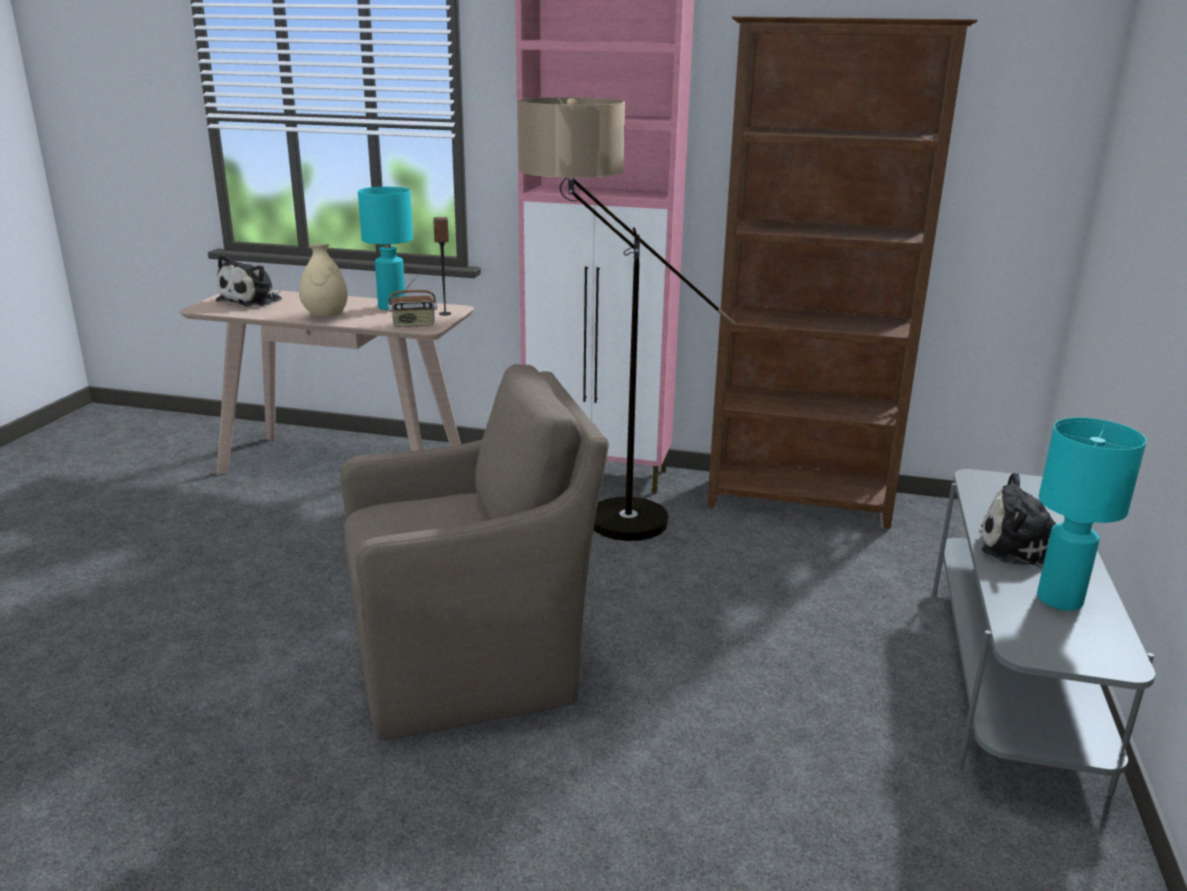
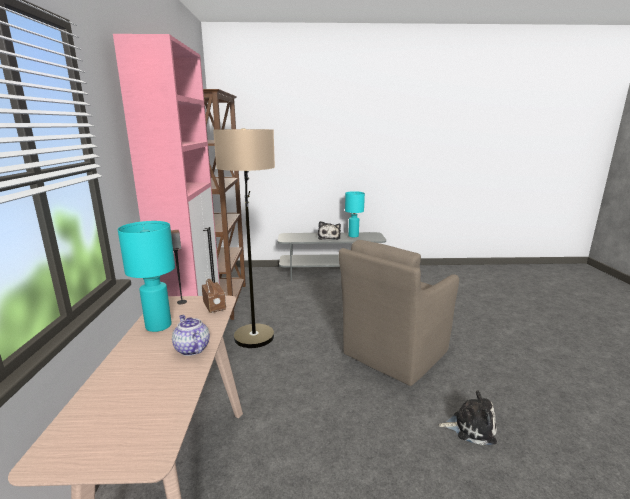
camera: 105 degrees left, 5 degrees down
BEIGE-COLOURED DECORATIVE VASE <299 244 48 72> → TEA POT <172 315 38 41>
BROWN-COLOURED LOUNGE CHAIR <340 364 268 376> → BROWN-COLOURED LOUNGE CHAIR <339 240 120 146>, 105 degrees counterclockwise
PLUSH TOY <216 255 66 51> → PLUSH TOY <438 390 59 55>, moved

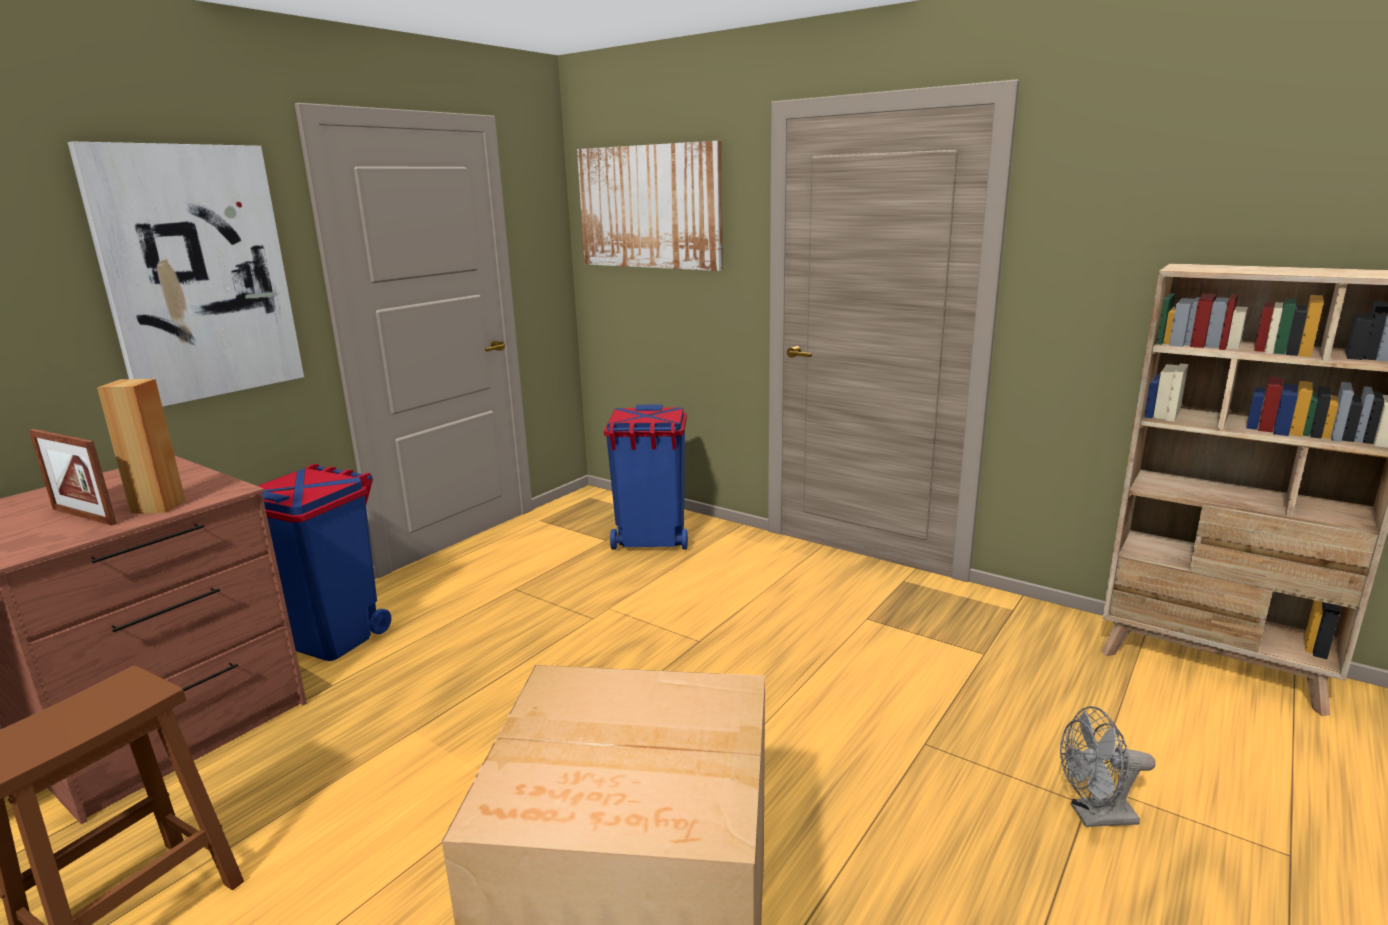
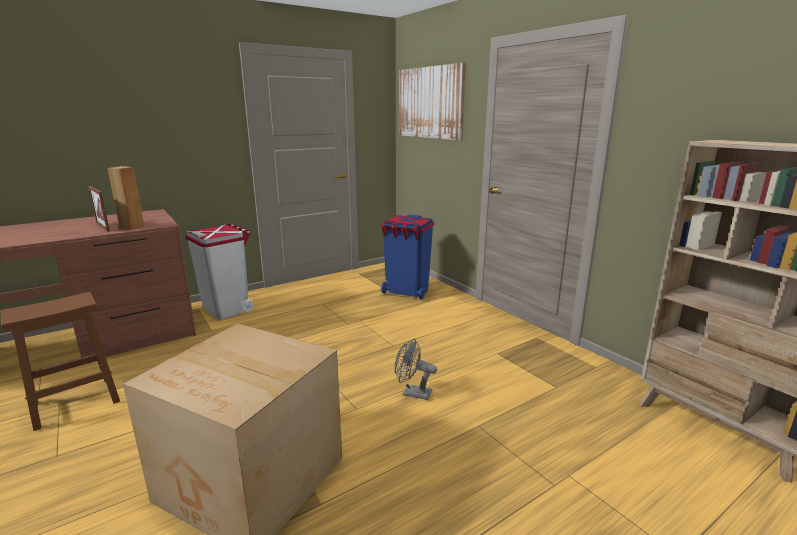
camera: 20 degrees right, 0 degrees up
BLUE-COLOURED RUBBISH BIN <258 464 133 197> → WHITE-COLOURED RUBBISH BIN <186 223 68 97>
GRAY COOLING FAN <1060 706 95 121> → GRAY COOLING FAN <395 339 42 61>, moved
WALL PICTURE <68 142 236 265> → -

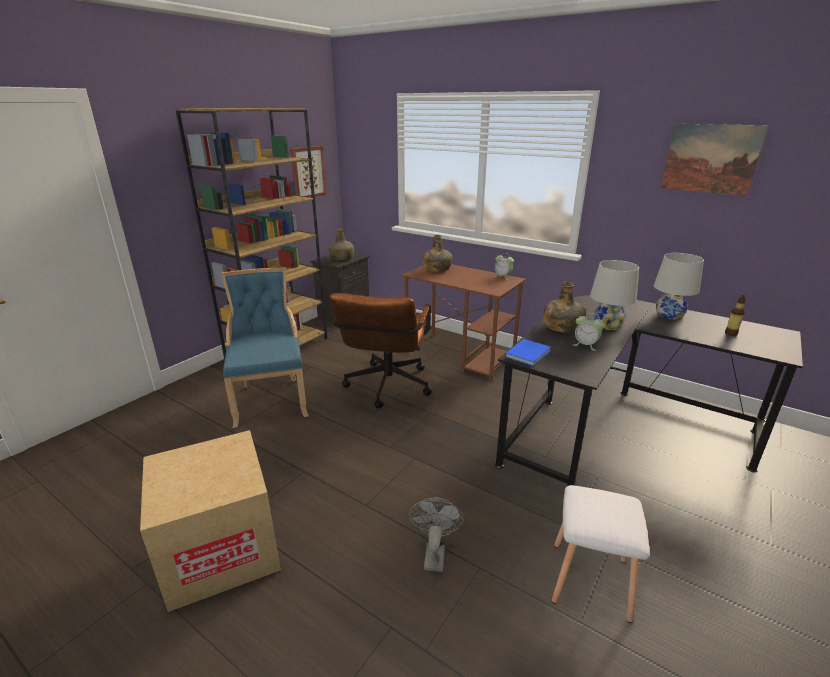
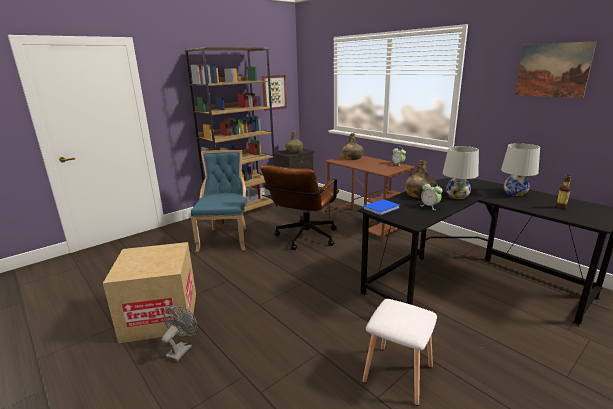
camera: 15 degrees right, 5 degrees down
GRAY COOLING FAN <409 497 55 75> → GRAY COOLING FAN <161 306 37 56>, moved

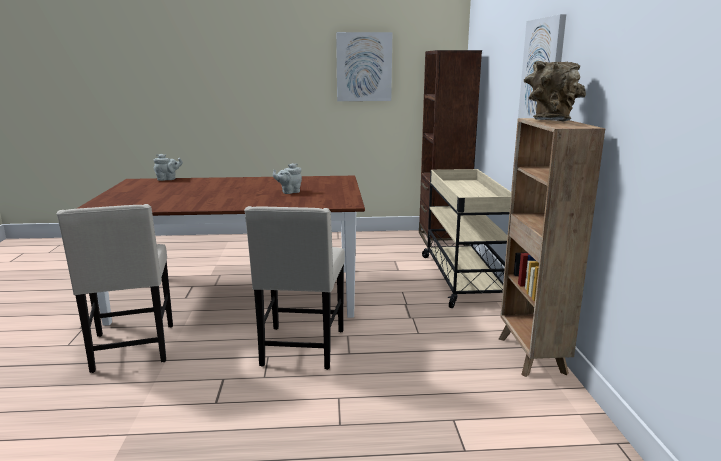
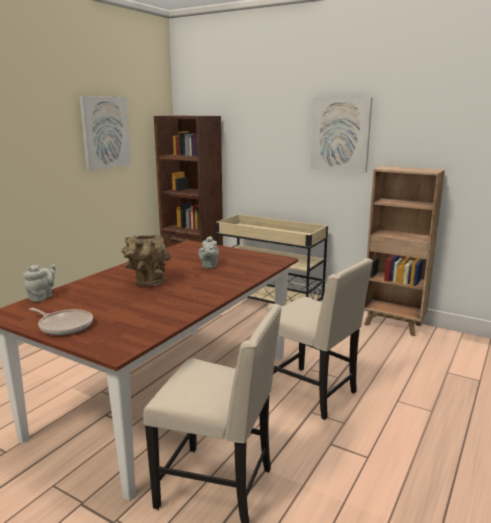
camera: 55 degrees left, 0 degrees up
- → FRYING PAN <29 308 64 27>
BROWN-COLOURED DECORATIVE VASE <524 61 62 61> → BROWN-COLOURED DECORATIVE VASE <121 235 50 51>, moved

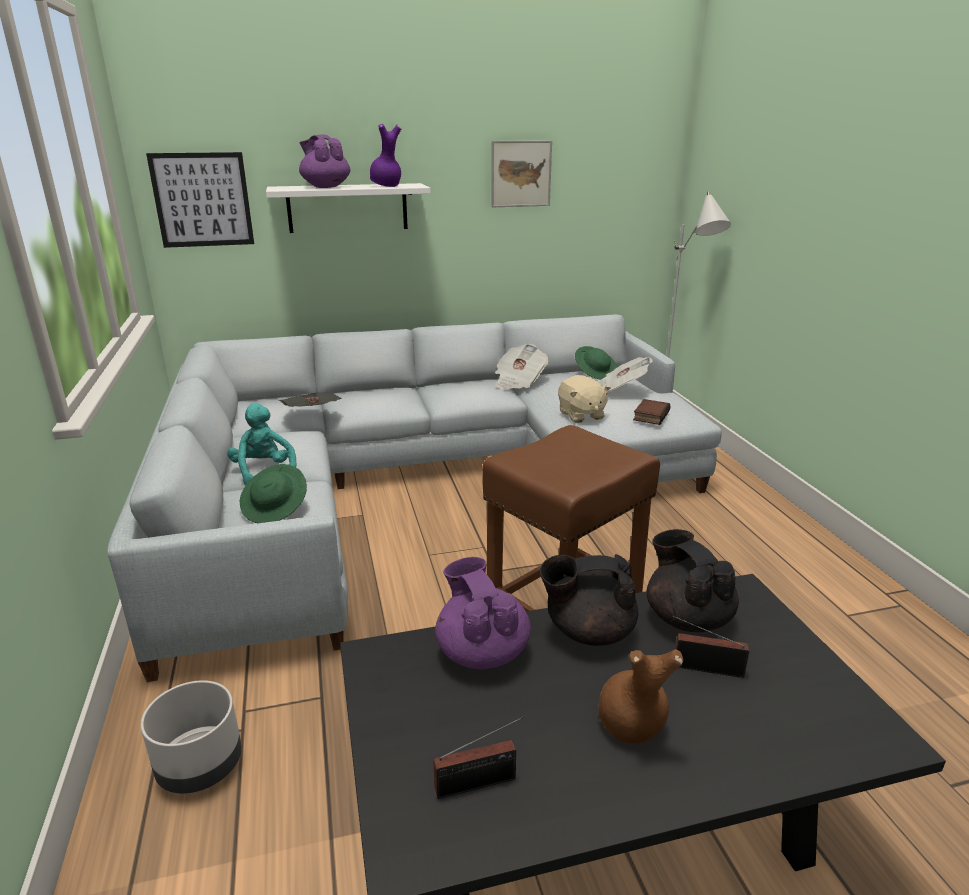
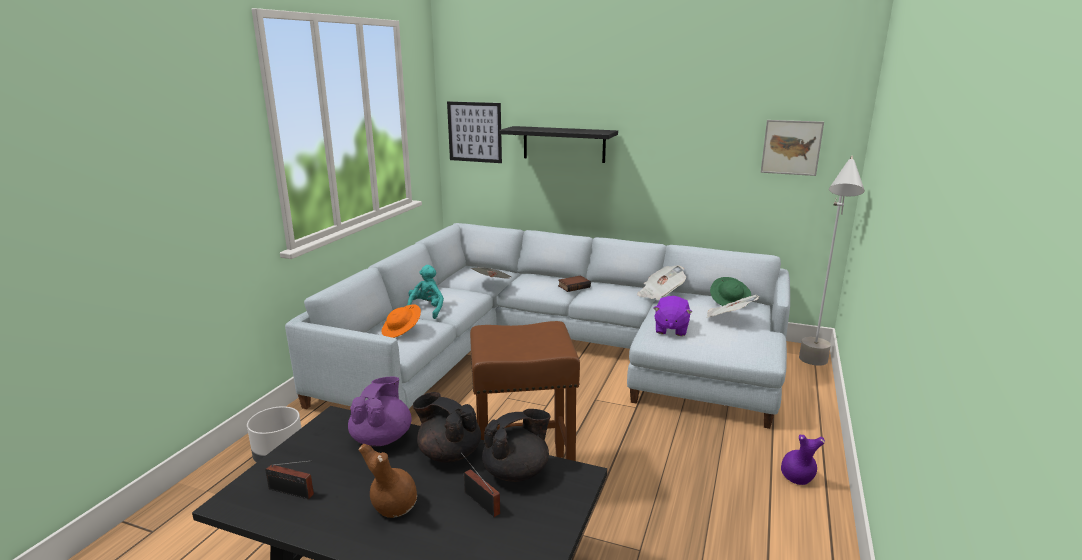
camera: 35 degrees right, 5 degrees down
GREEN CLOTHING HAT <240 464 67 59> → ORANGE-COLOURED CLOTHING HAT <382 305 39 33>
BLACKISH TEA POT <646 529 93 103> → BLACKISH TEA POT <482 409 69 73>, 45 degrees clockwise
WHITE-COLOURED SHELF <266 183 165 50> → BLACKISH SHELF <499 126 119 37>
BOUND BOOK <633 399 38 26> → BOUND BOOK <558 275 33 17>, moved
BEIGE-COLOURED PLUSH TOY <558 375 53 48> → PURPLISH PLUSH TOY <653 296 39 40>
WALL PICTURE <491 140 61 67> → WALL PICTURE <761 120 63 56>, moved
PURPLISH DECORATIVE VASE <370 124 31 63> → PURPLISH DECORATIVE VASE <781 435 44 50>, moved
PURPLISH TEA POT <299 135 51 53> → -

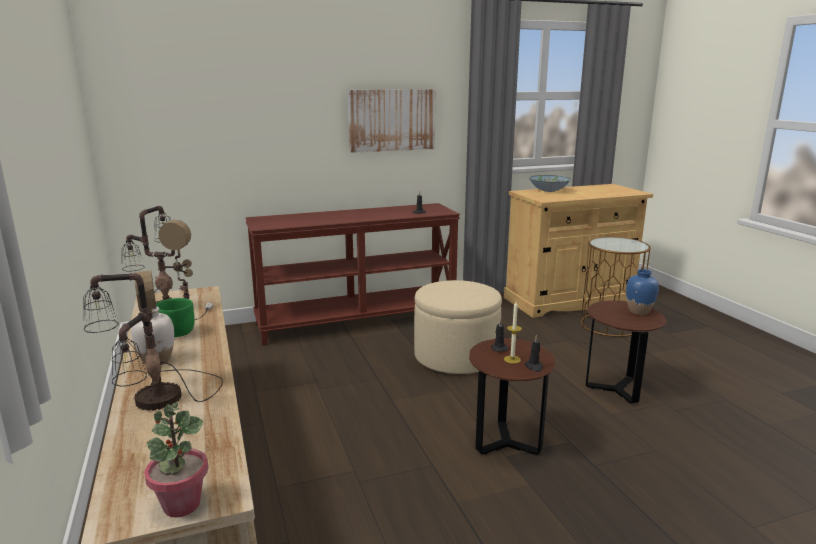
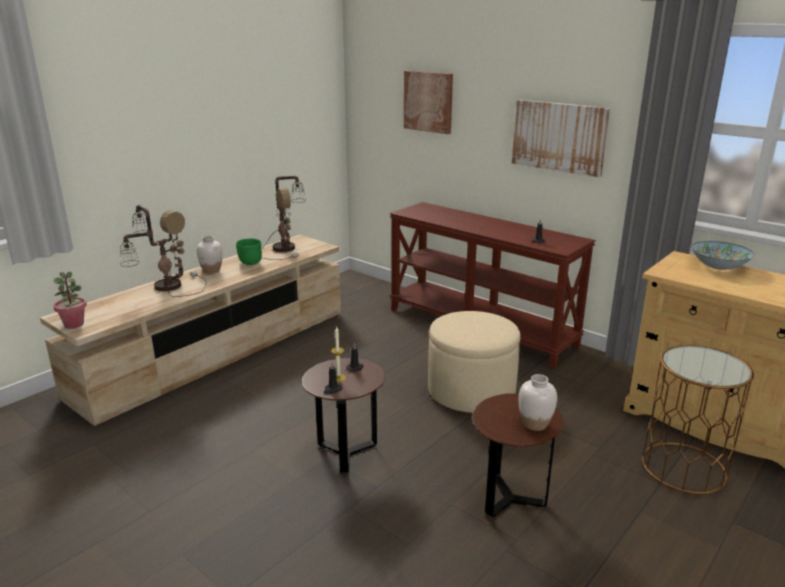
camera: 60 degrees right, 5 degrees up
- → WALL PICTURE <404 71 49 63>
BLUE-COLOURED DECORATIVE VASE <626 269 33 46> → WHITE-COLOURED DECORATIVE VASE <519 374 38 57>

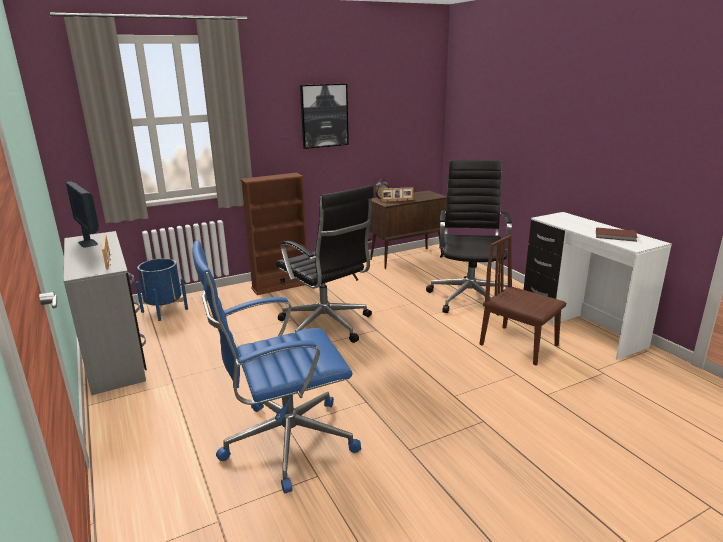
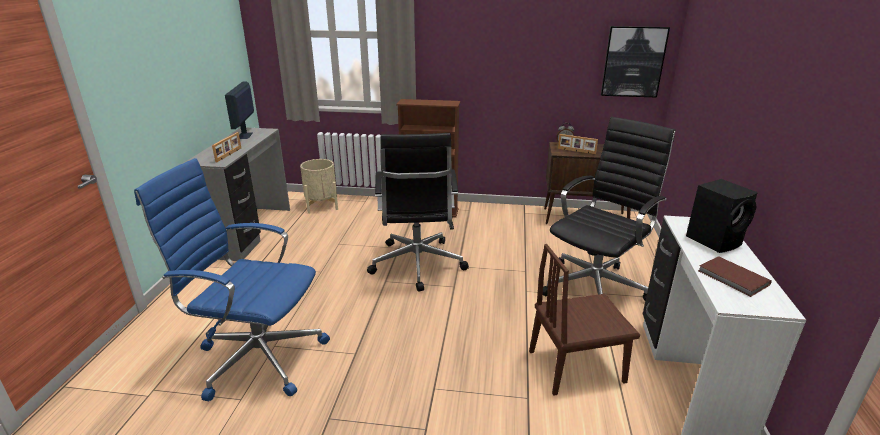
camera: 35 degrees right, 5 degrees up
BLUE-COLOURED FLOWER POT <135 259 53 62> → BEIGE-COLOURED FLOWER POT <300 159 38 55>
BROWN-COLOURED CHAIR <480 235 86 131> → BROWN-COLOURED CHAIR <529 244 111 152>, 90 degrees counterclockwise
WALL PICTURE <300 84 49 65> → WALL PICTURE <601 26 69 72>, moved
- → BLACKISH AUDIO SPEAKER <686 179 72 74>

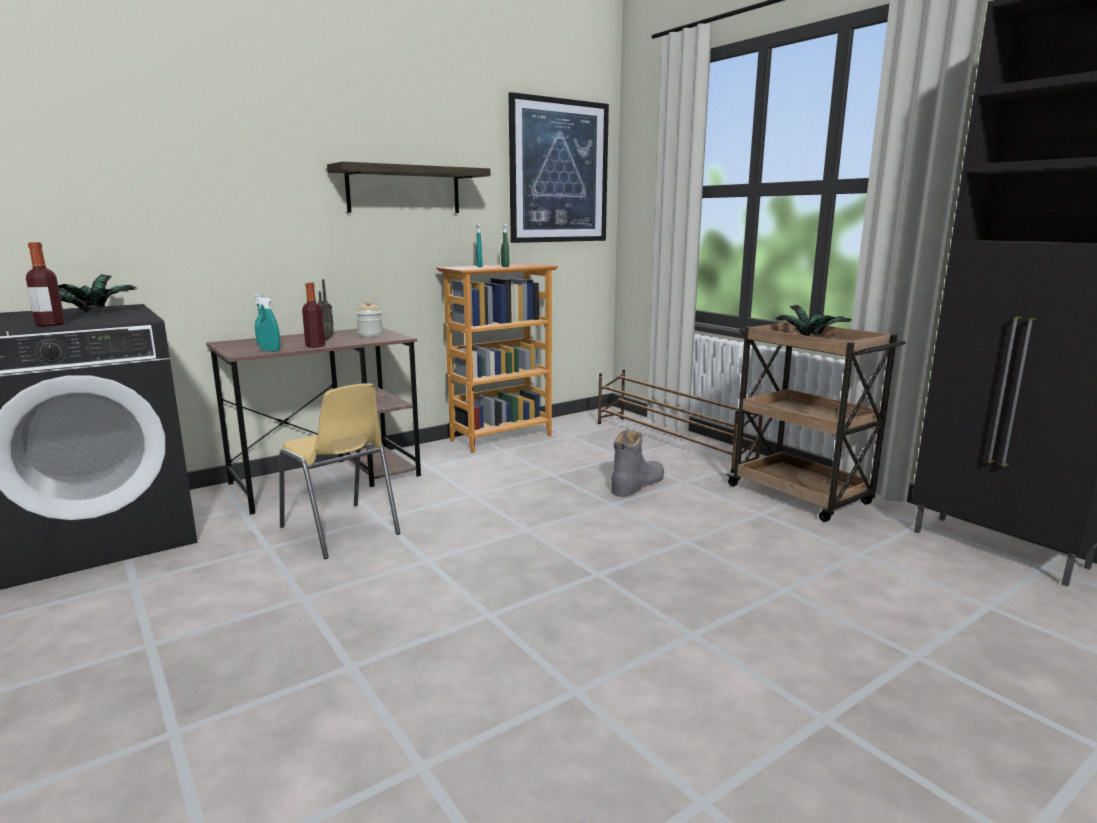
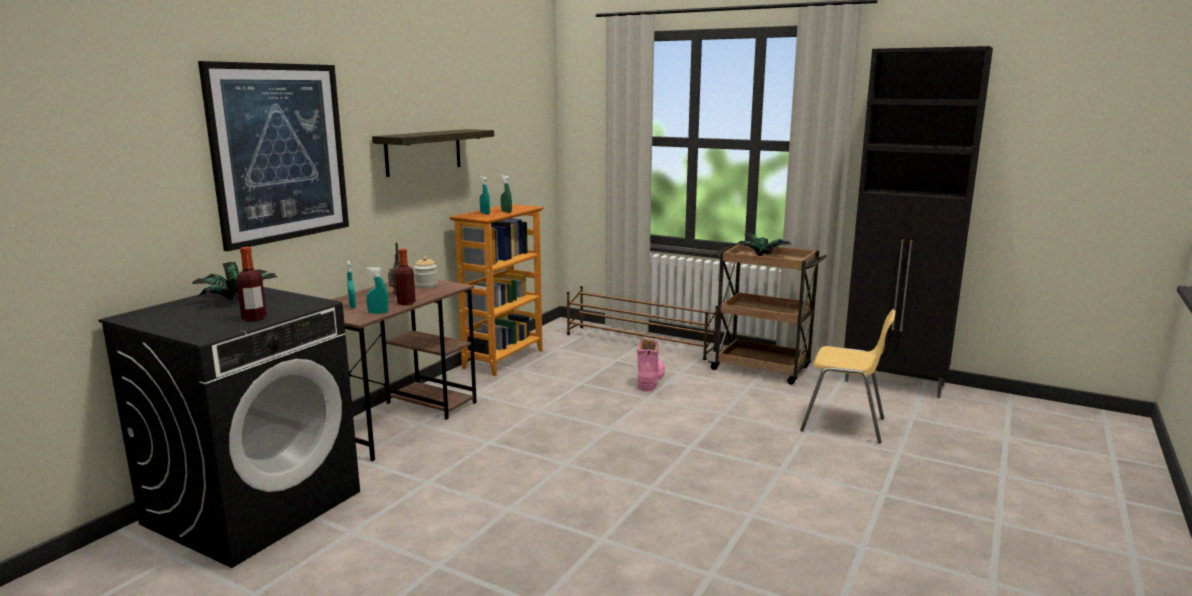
camera: 25 degrees left, 0 degrees up
WALL PICTURE <508 92 101 151> → WALL PICTURE <198 61 151 190>, moved
GRAY TALL BOOT <611 430 53 67> → PINK TALL BOOT <637 339 28 52>
YELLOW-COLOURED CHAIR <279 383 121 176> → YELLOW-COLOURED CHAIR <800 309 95 135>, moved

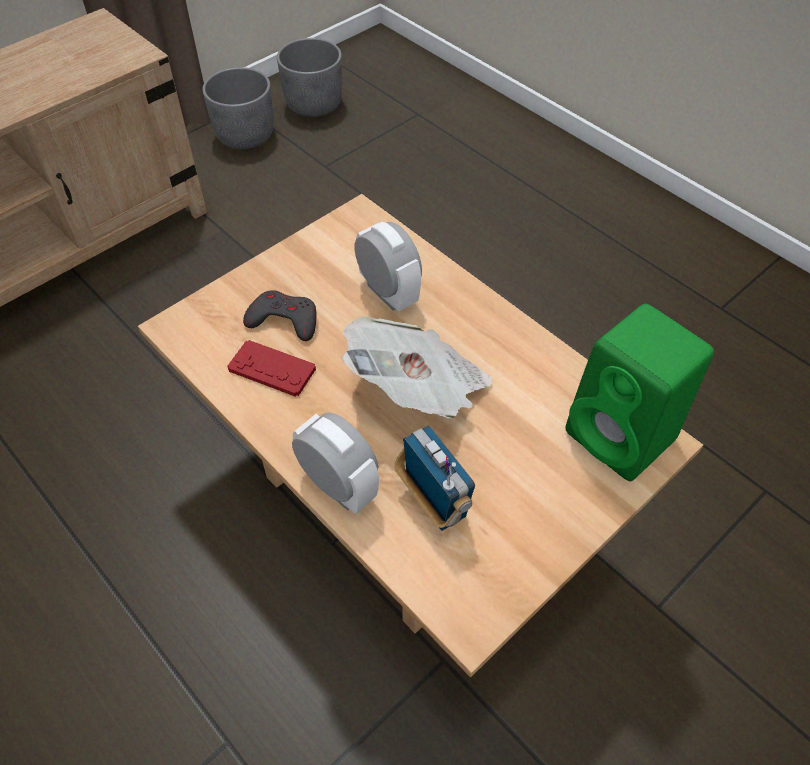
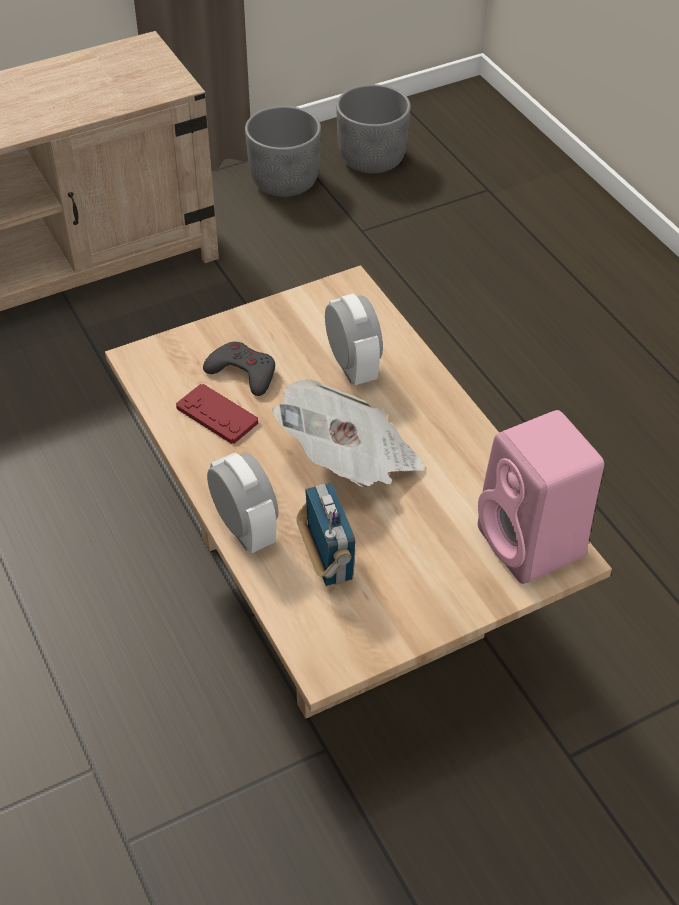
camera: 15 degrees right, 5 degrees down
GREEN AUDIO SPEAKER <565 304 149 177> → PINK AUDIO SPEAKER <478 410 126 174>

